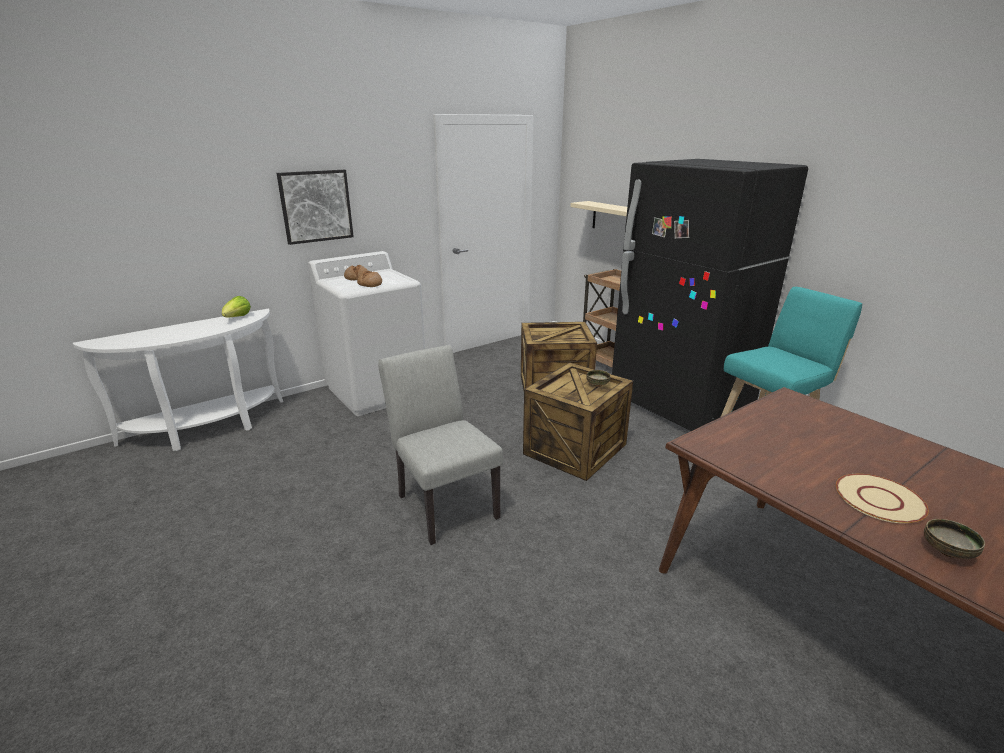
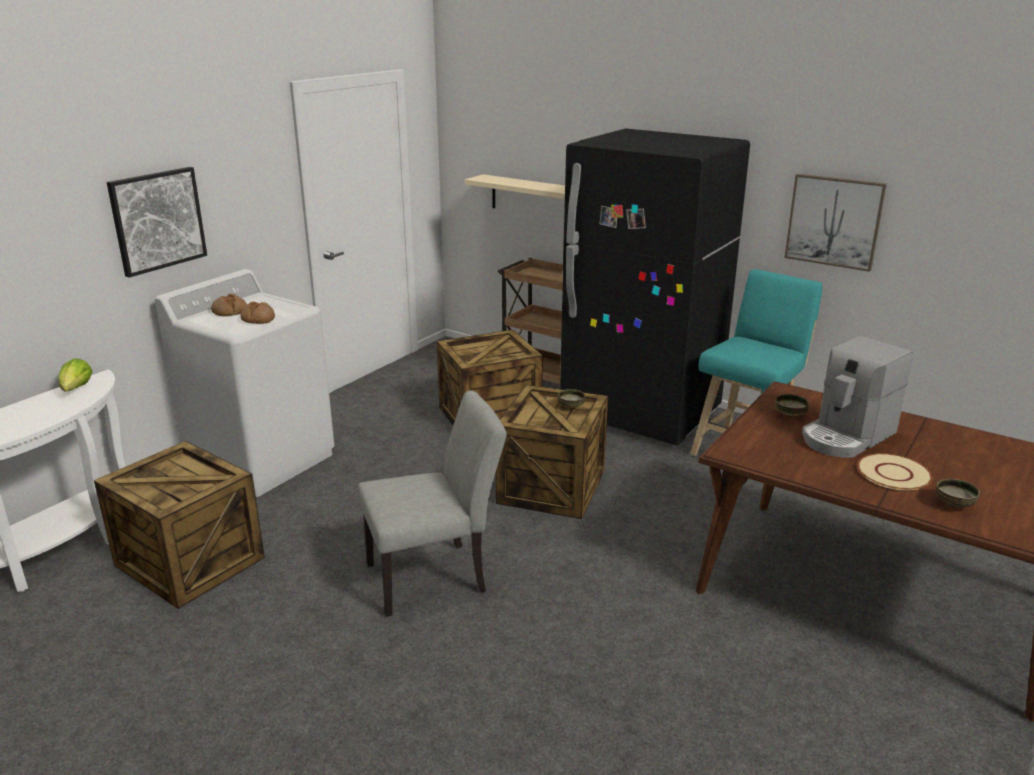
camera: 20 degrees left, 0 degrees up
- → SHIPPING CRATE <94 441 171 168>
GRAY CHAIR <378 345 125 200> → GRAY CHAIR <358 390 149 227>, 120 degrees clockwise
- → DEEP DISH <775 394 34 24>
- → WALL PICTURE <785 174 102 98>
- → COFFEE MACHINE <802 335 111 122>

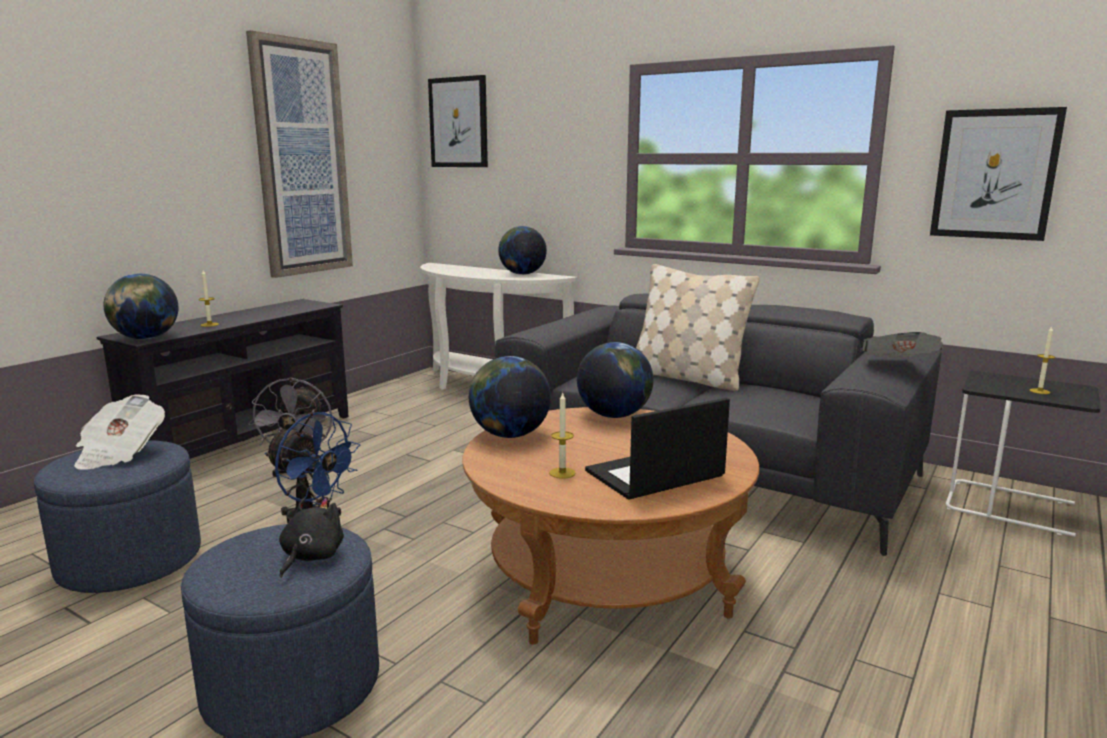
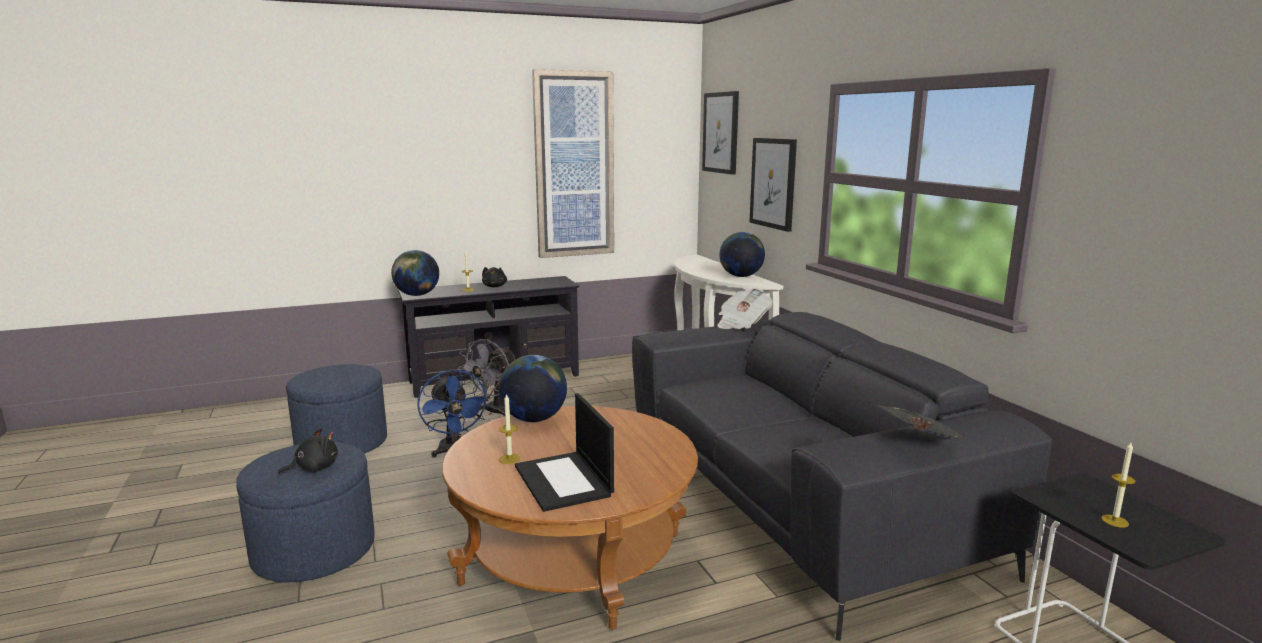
camera: 35 degrees right, 0 degrees up
- → BLACKISH PLUSH TOY <482 267 25 20>
NOTEBOOK COMPUTER <585 398 145 102> → NOTEBOOK COMPUTER <515 393 99 119>, 120 degrees counterclockwise
DAILY PAPER <74 394 91 76> → DAILY PAPER <717 288 55 41>, moved
WALL PICTURE <930 107 137 134> → WALL PICTURE <749 138 48 94>, moved
WORLD GLOBE <577 342 76 76> → -
BEIGE-COLOURED CUSHION <636 264 124 127> → -

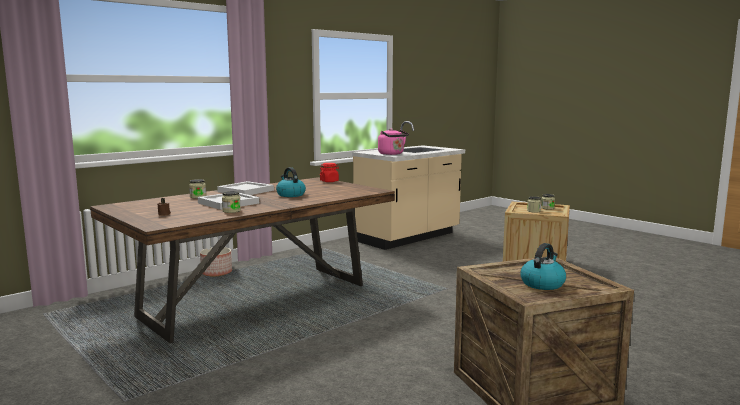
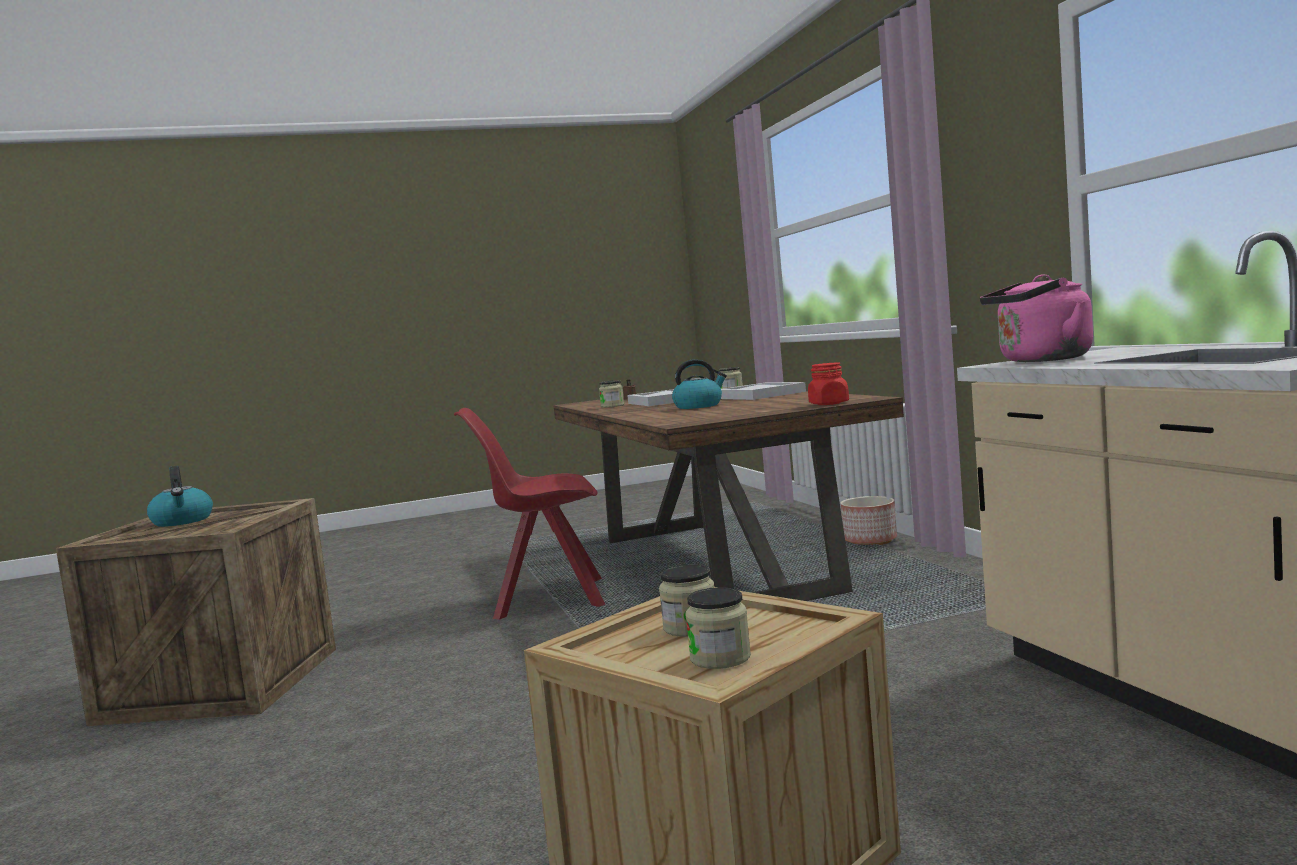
camera: 115 degrees right, 5 degrees down
- → REDDISH CHAIR <454 408 152 212>

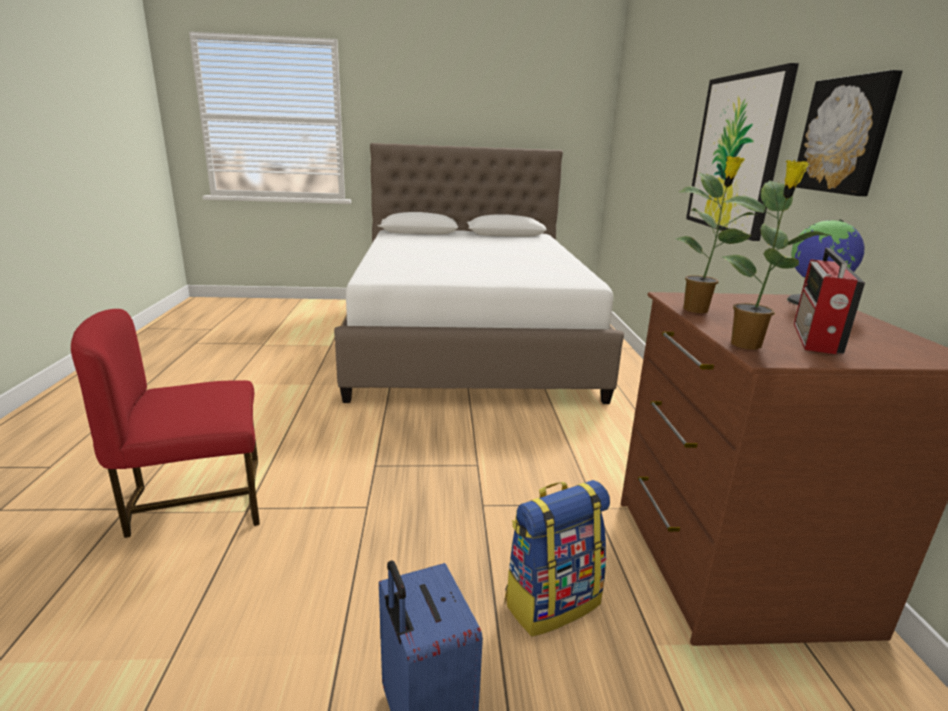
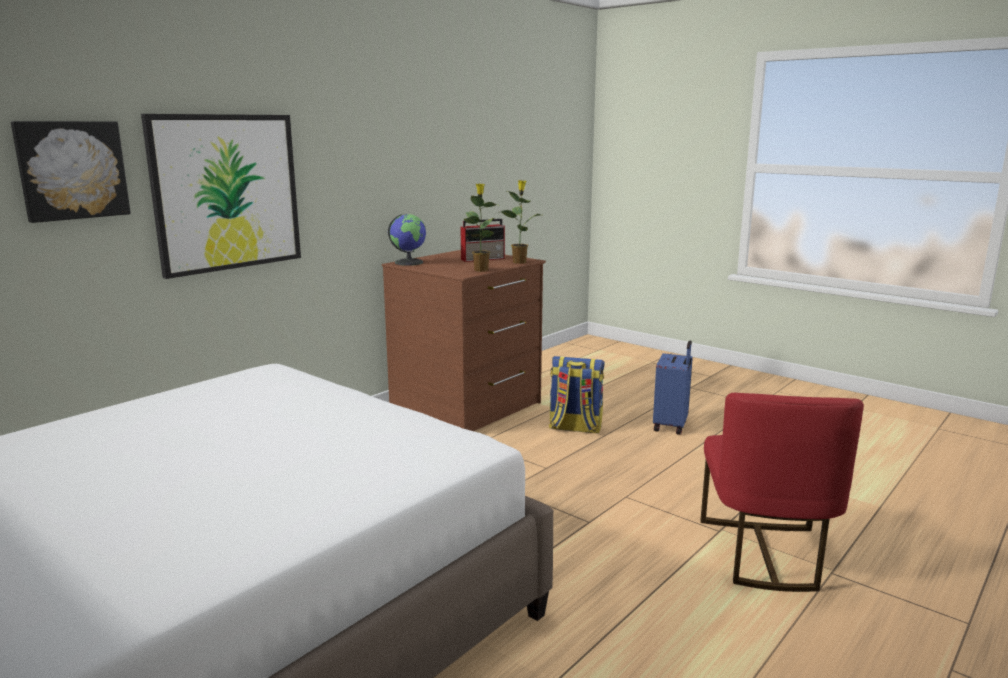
camera: 135 degrees left, 5 degrees down
WALL PICTURE <796 70 107 126> → WALL PICTURE <11 121 120 102>, moved
REDDISH CHAIR <71 309 189 229> → REDDISH CHAIR <700 393 164 199>, 75 degrees clockwise

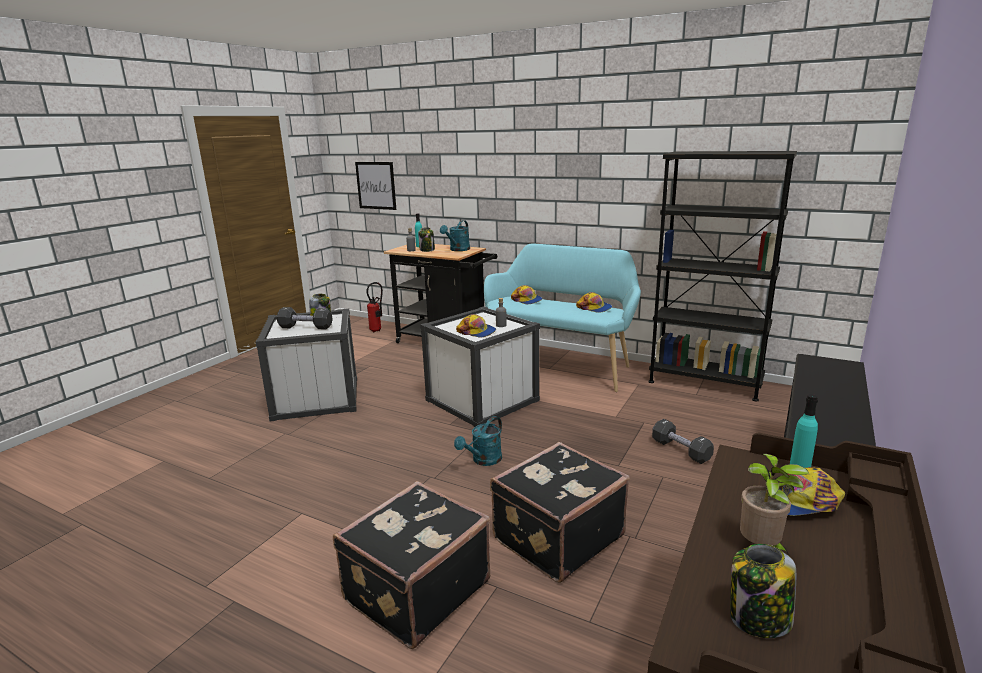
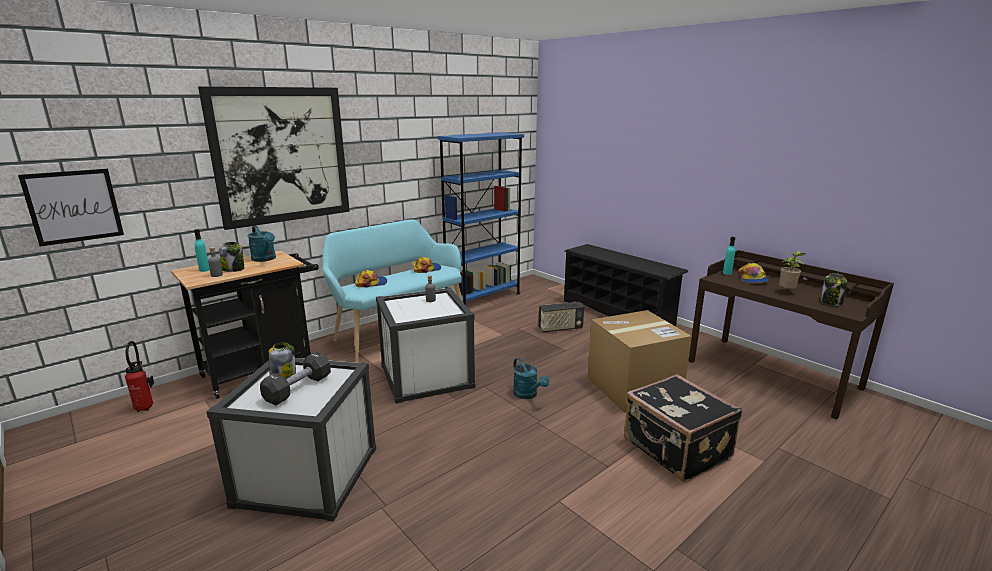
camera: 70 degrees left, 0 degrees up
- → WALL PICTURE <198 86 152 144>
BLACKISH BOOKSHELF <648 151 149 251> → BLUE-COLOURED BOOKSHELF <437 133 87 172>
BLACKISH FREE WEIGHT <652 419 62 45> → RADIO <539 302 45 30>
BLACKISH SUITCASE <490 442 140 141> → CARDBOARD BOX <587 310 105 103>
BASEBALL CAP <456 314 40 24> → -

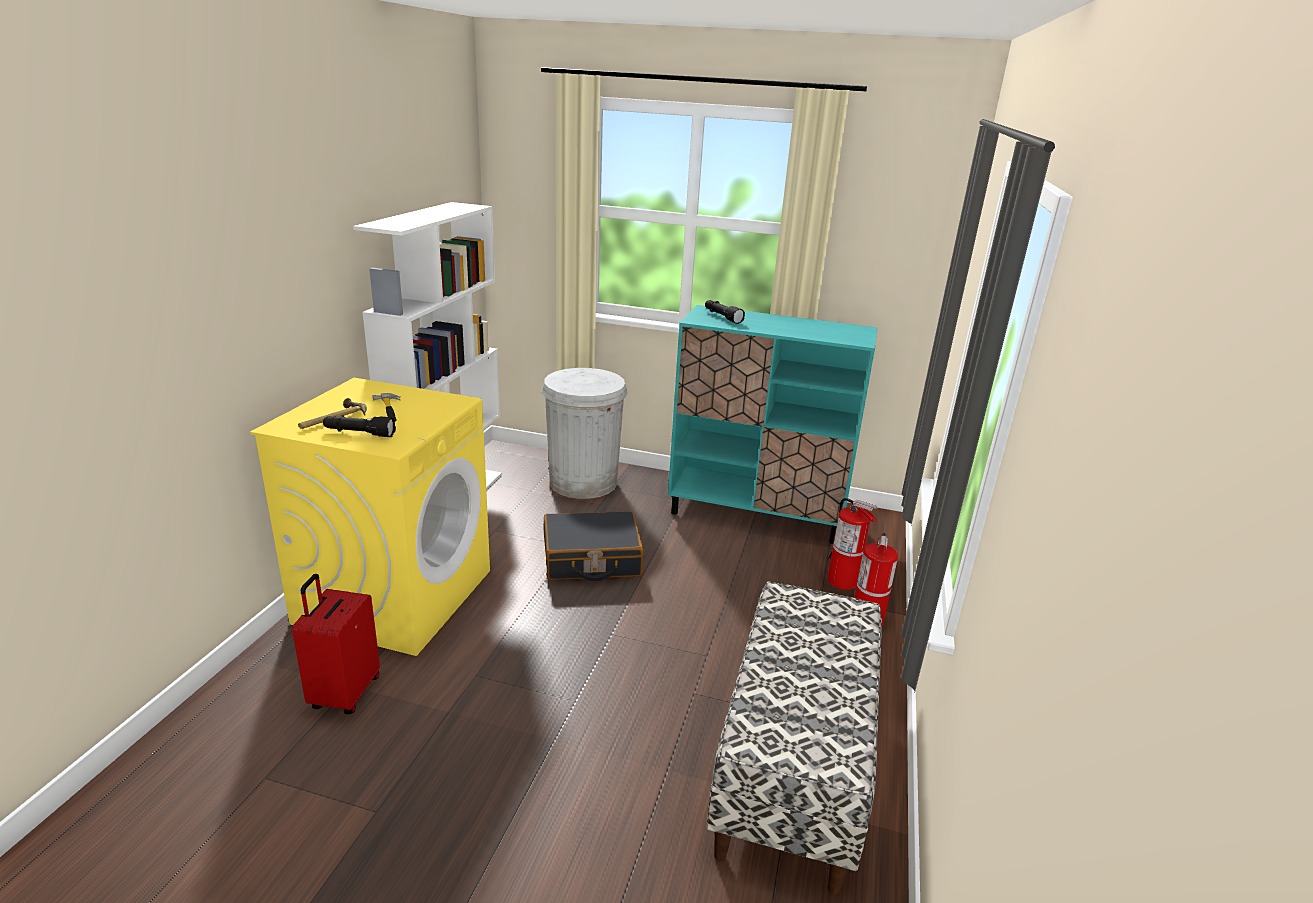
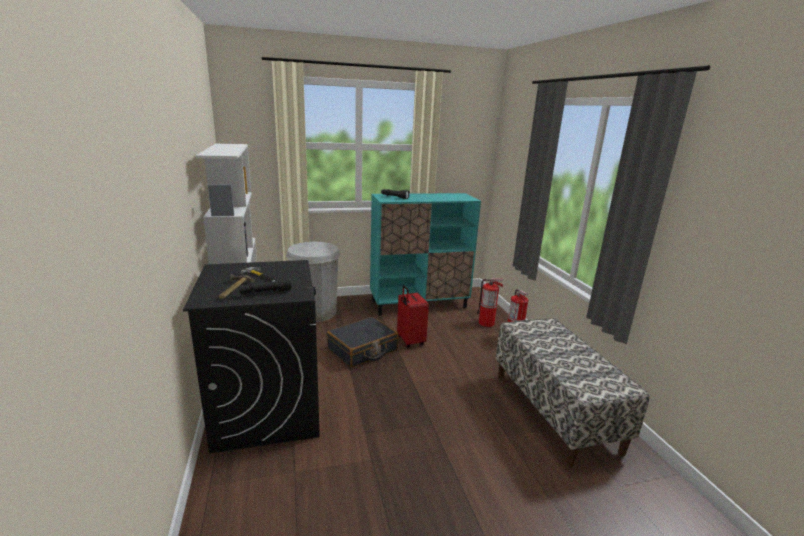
camera: 30 degrees left, 5 degrees down
YELLOW-COLOURED WASHING MACHINE <250 378 240 278> → BLACKISH WASHING MACHINE <183 260 137 193>
REDDISH SUITCASE <292 574 88 140> → REDDISH SUITCASE <397 285 32 63>, moved

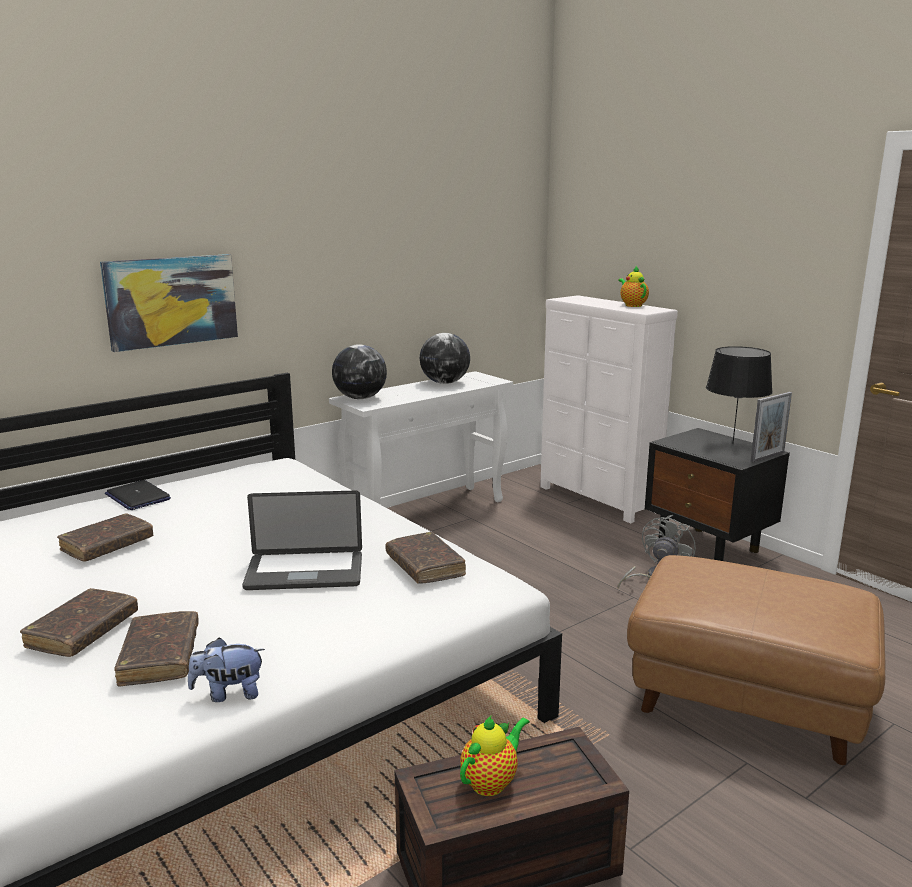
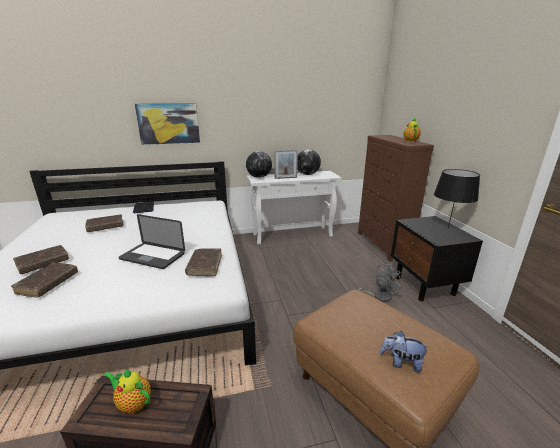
camera: 25 degrees right, 5 degrees up
TEA POT <460 716 70 80> → TEA POT <103 369 48 44>, 135 degrees counterclockwise
PICTURE FRAME <750 392 42 70> → PICTURE FRAME <274 150 24 29>, moved
WHITE-COLOURED CHEST OF DRAWERS <540 295 138 228> → BROWN-COLOURED CHEST OF DRAWERS <358 135 76 127>
PLUSH TOY <188 638 77 64> → PLUSH TOY <379 331 51 41>, moved

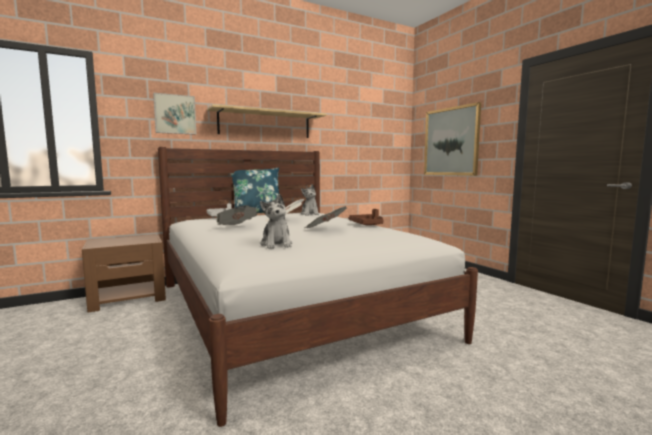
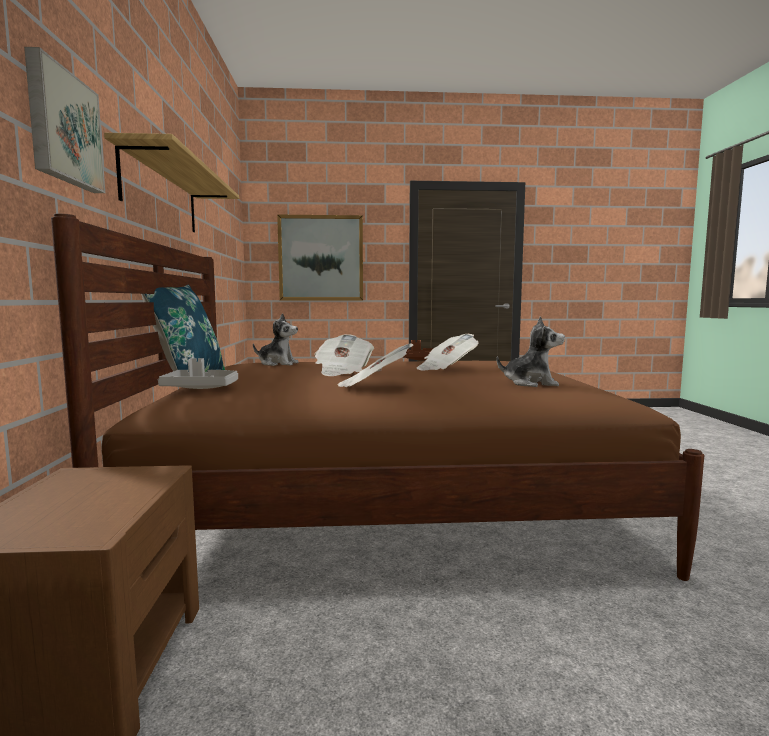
camera: 65 degrees left, 0 degrees up
WHITE-COLOURED BED <158 147 320 280> → BROWN-COLOURED BED <51 214 653 367>

